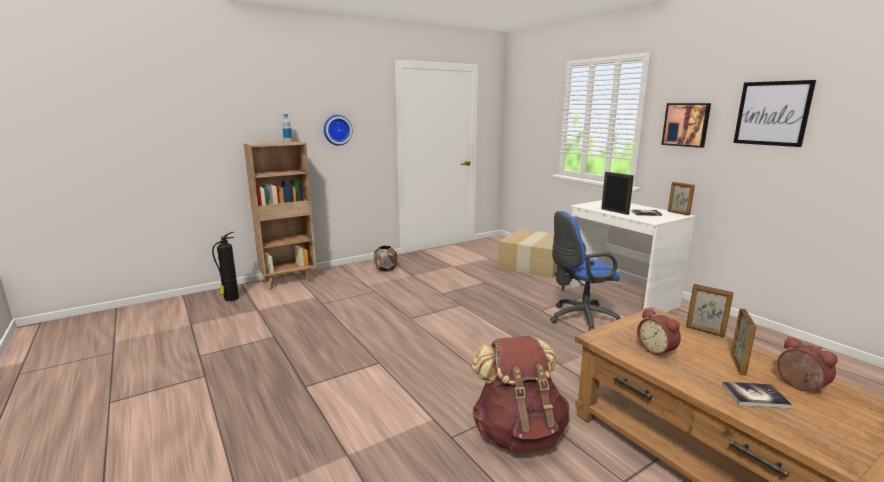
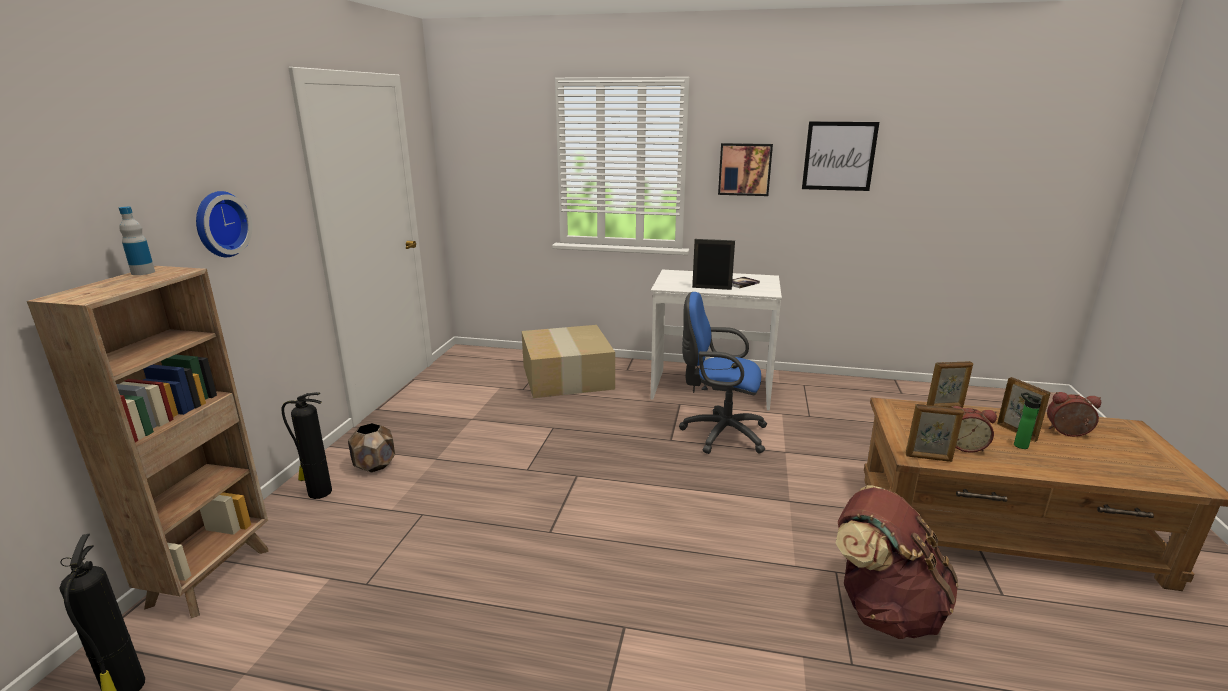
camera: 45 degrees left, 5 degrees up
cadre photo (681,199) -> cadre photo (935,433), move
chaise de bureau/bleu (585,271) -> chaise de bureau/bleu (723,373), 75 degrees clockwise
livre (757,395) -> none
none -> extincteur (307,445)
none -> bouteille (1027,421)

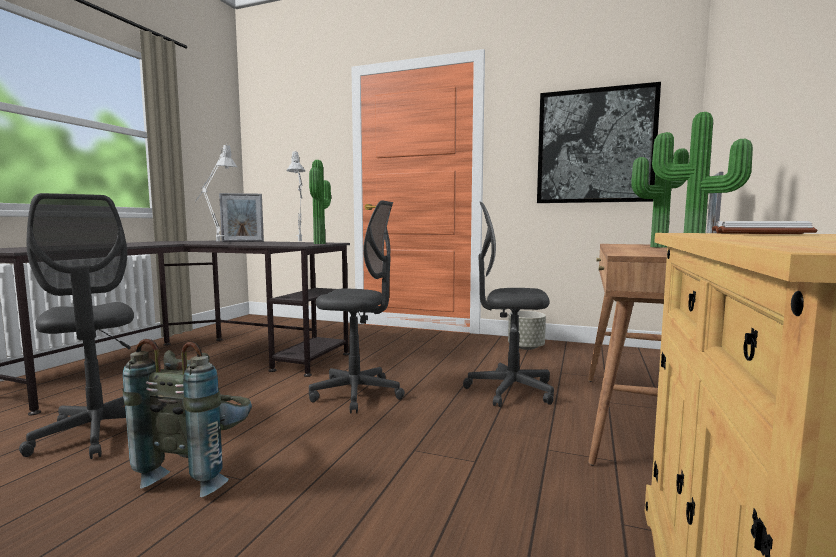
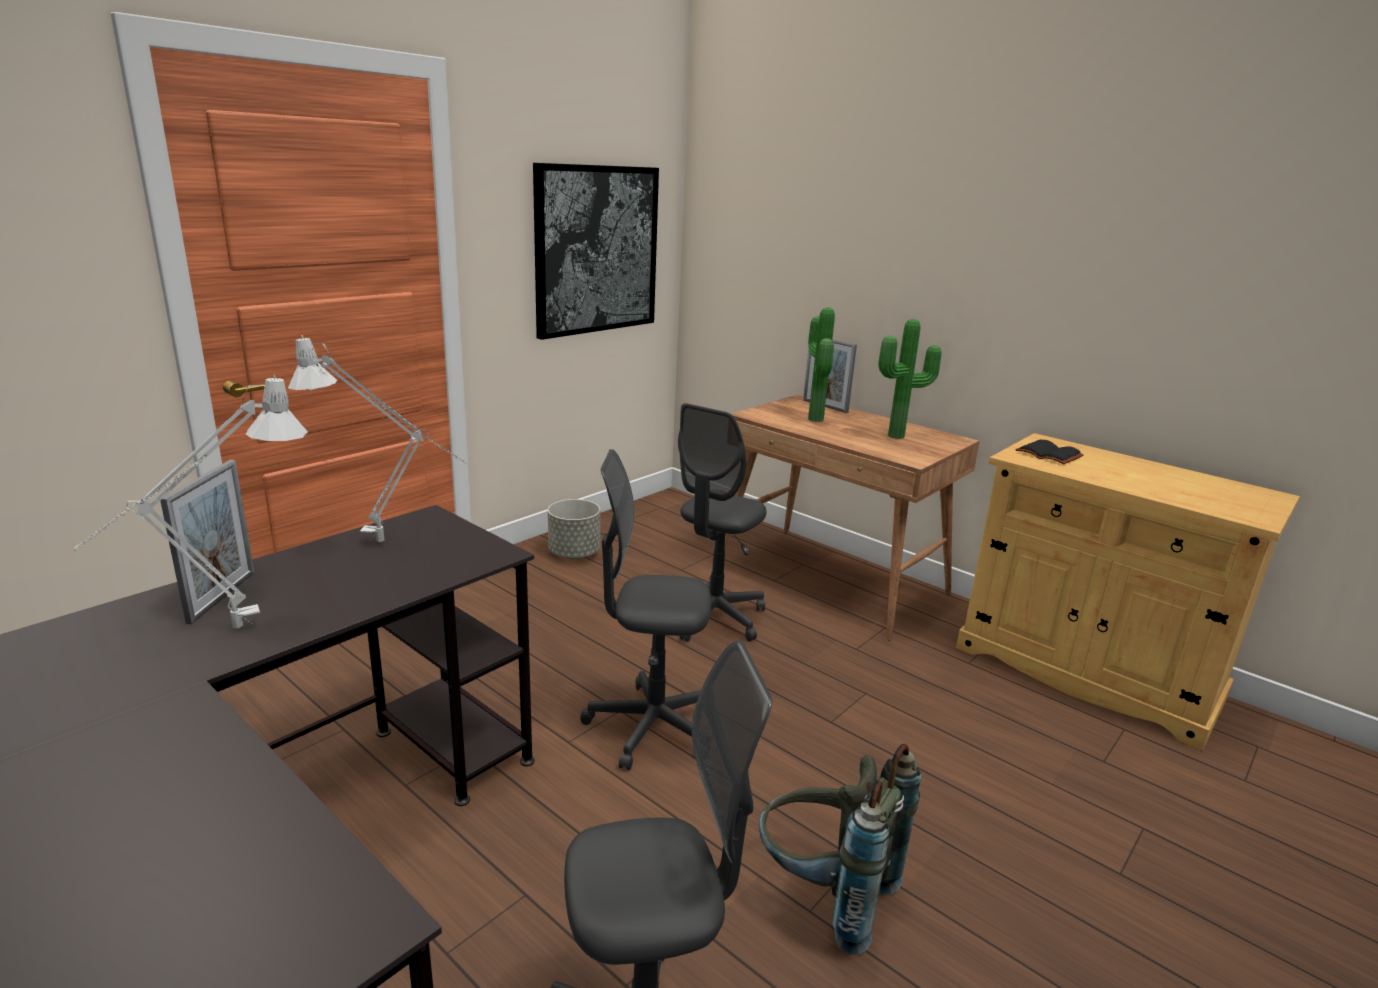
camera: 70 degrees left, 15 degrees up
plante en pot (320,202) -> none
chaise de bureau/gris (357,307) -> chaise de bureau/gris (645,610), 120 degrees counterclockwise
livre/blanc (765,227) -> livre/noir (1049,452)

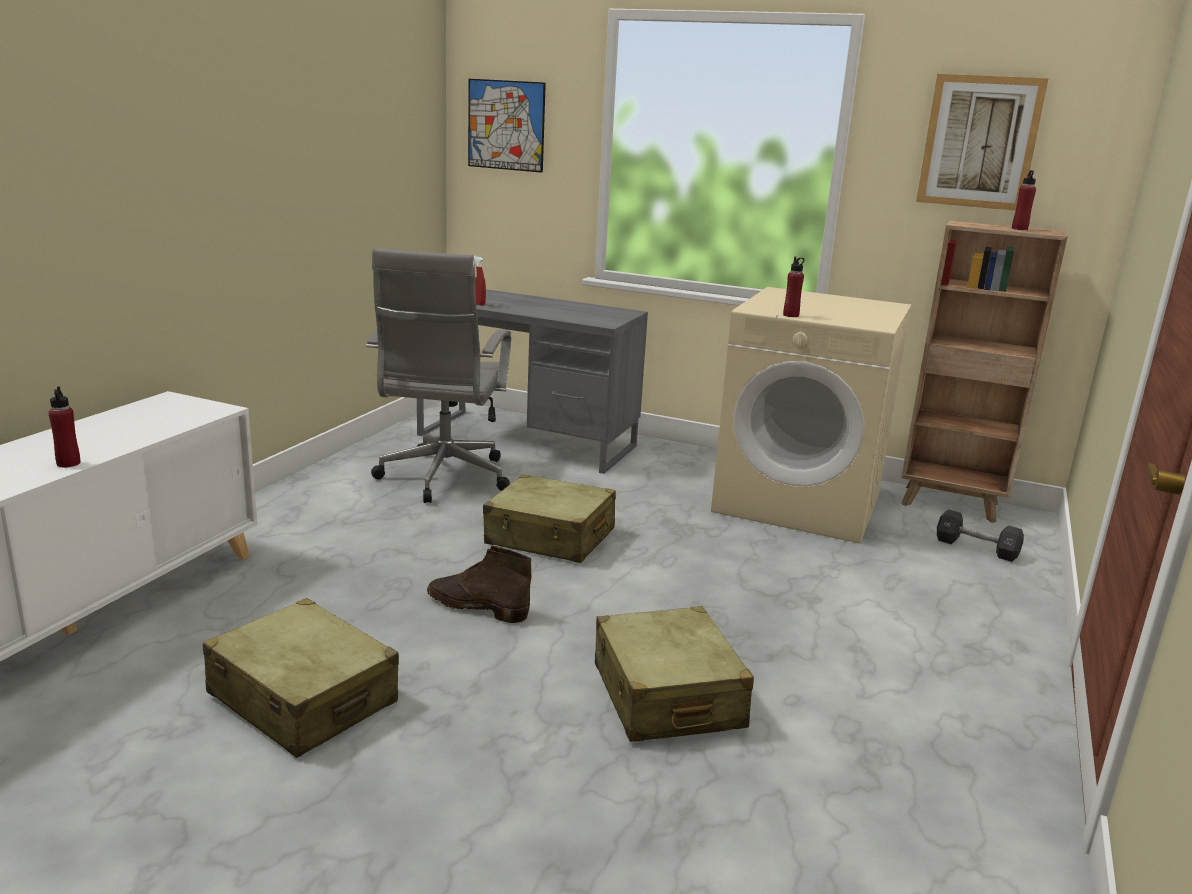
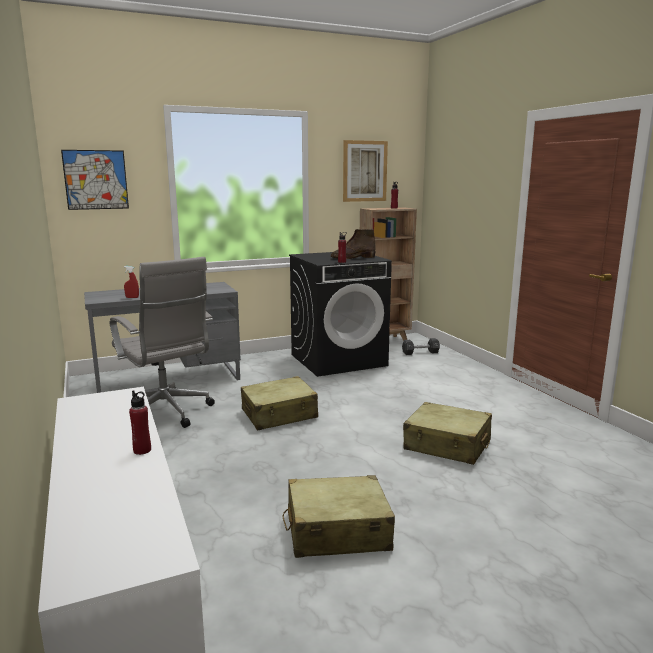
camera: 45 degrees left, 5 degrees down
lave-linge/beige (811,415) -> lave-linge/noir (340,314)
botte/marron (479,584) -> botte/marron (353,244), move

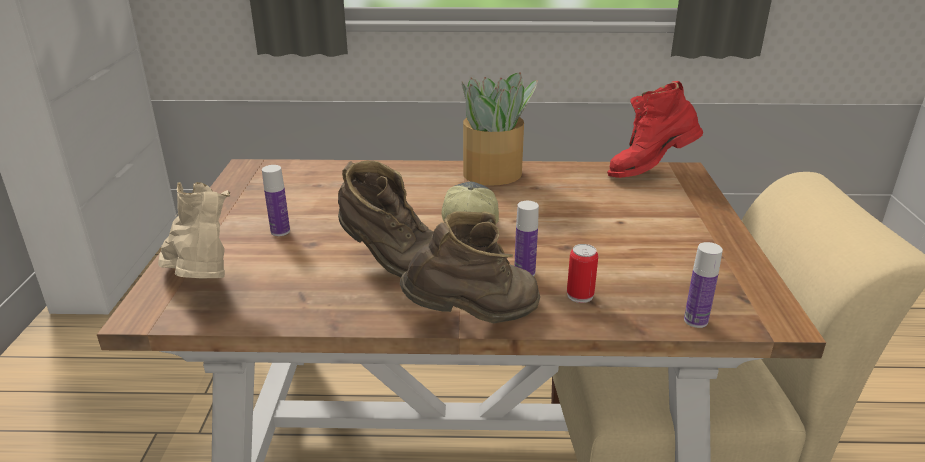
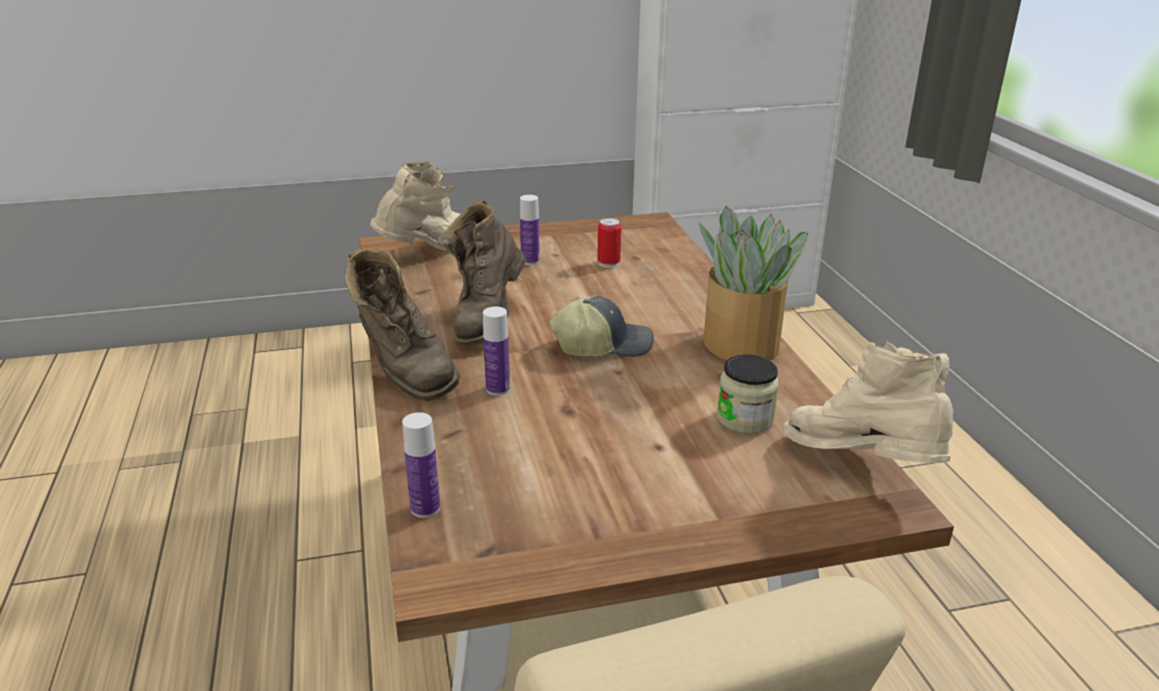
camera: 75 degrees right, 0 degrees up
botte/rouge (655,129) -> botte/beige (867,401)
boîte métallique (582,273) -> boîte métallique (609,243), move
none -> bocal (748,394)

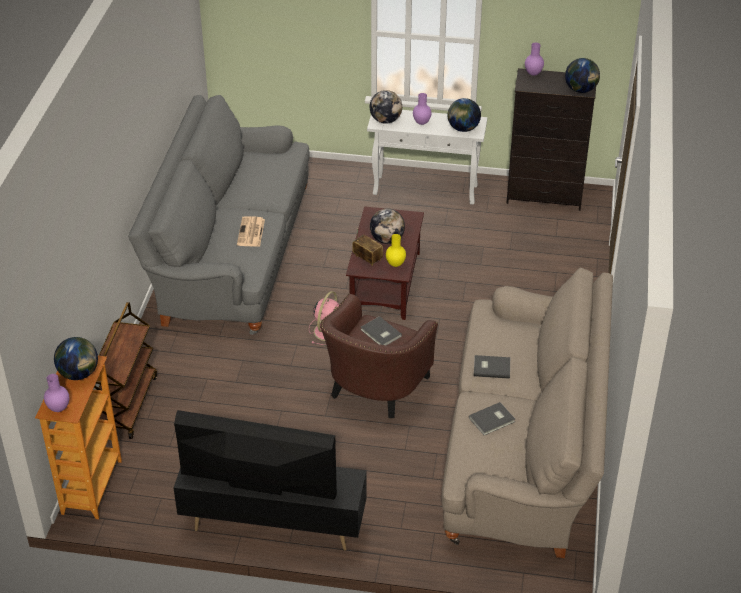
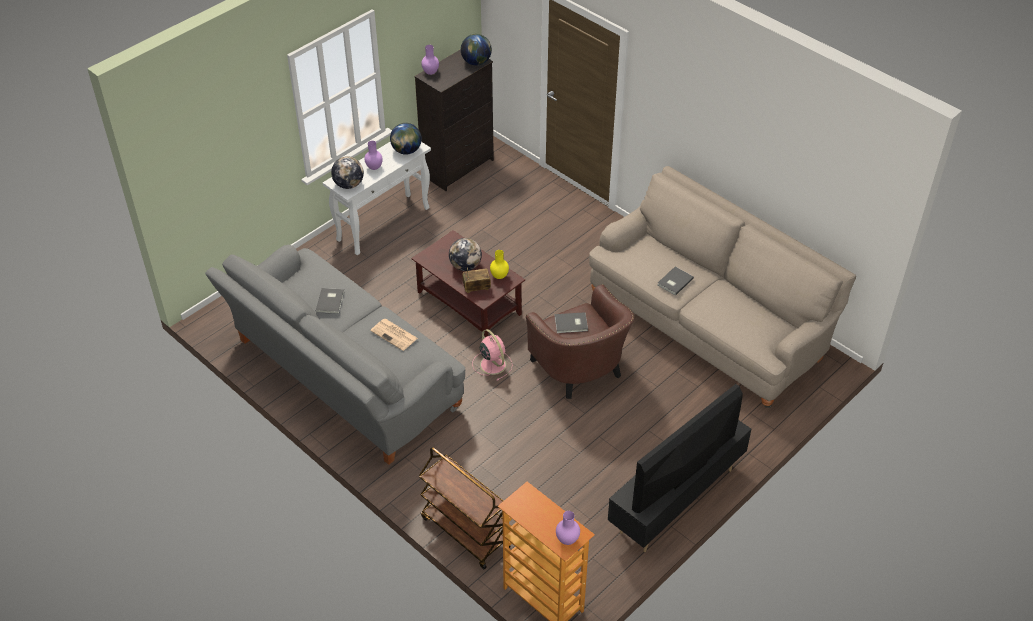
camera: 55 degrees left, 5 degrees up
globe (76,358) -> none
livre/gris (492,418) -> livre/gris (330,301), move

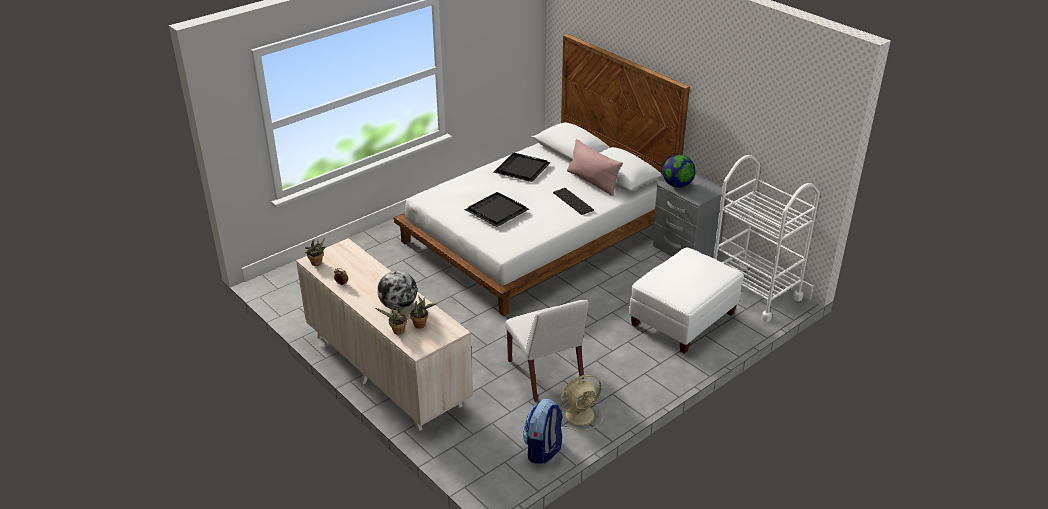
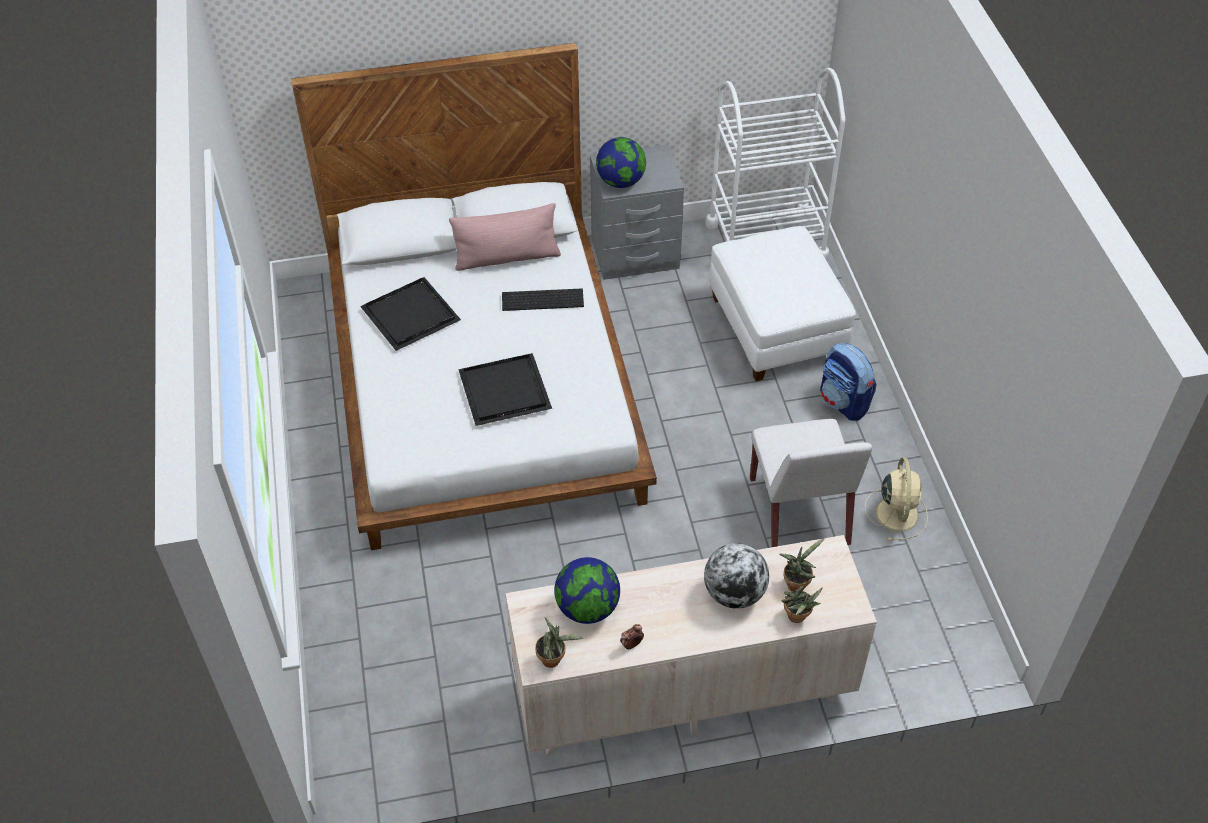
camera: 60 degrees left, 15 degrees up
chaise/blanc (547,351) -> chaise/blanc (811,483), 75 degrees clockwise
sac à dos (543,431) -> sac à dos (848,382), move
none -> globe (587,590)

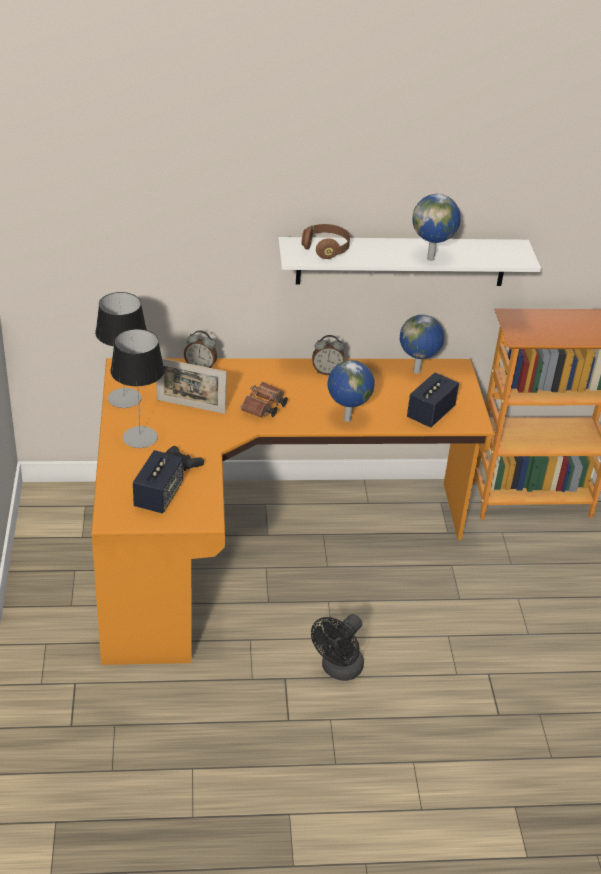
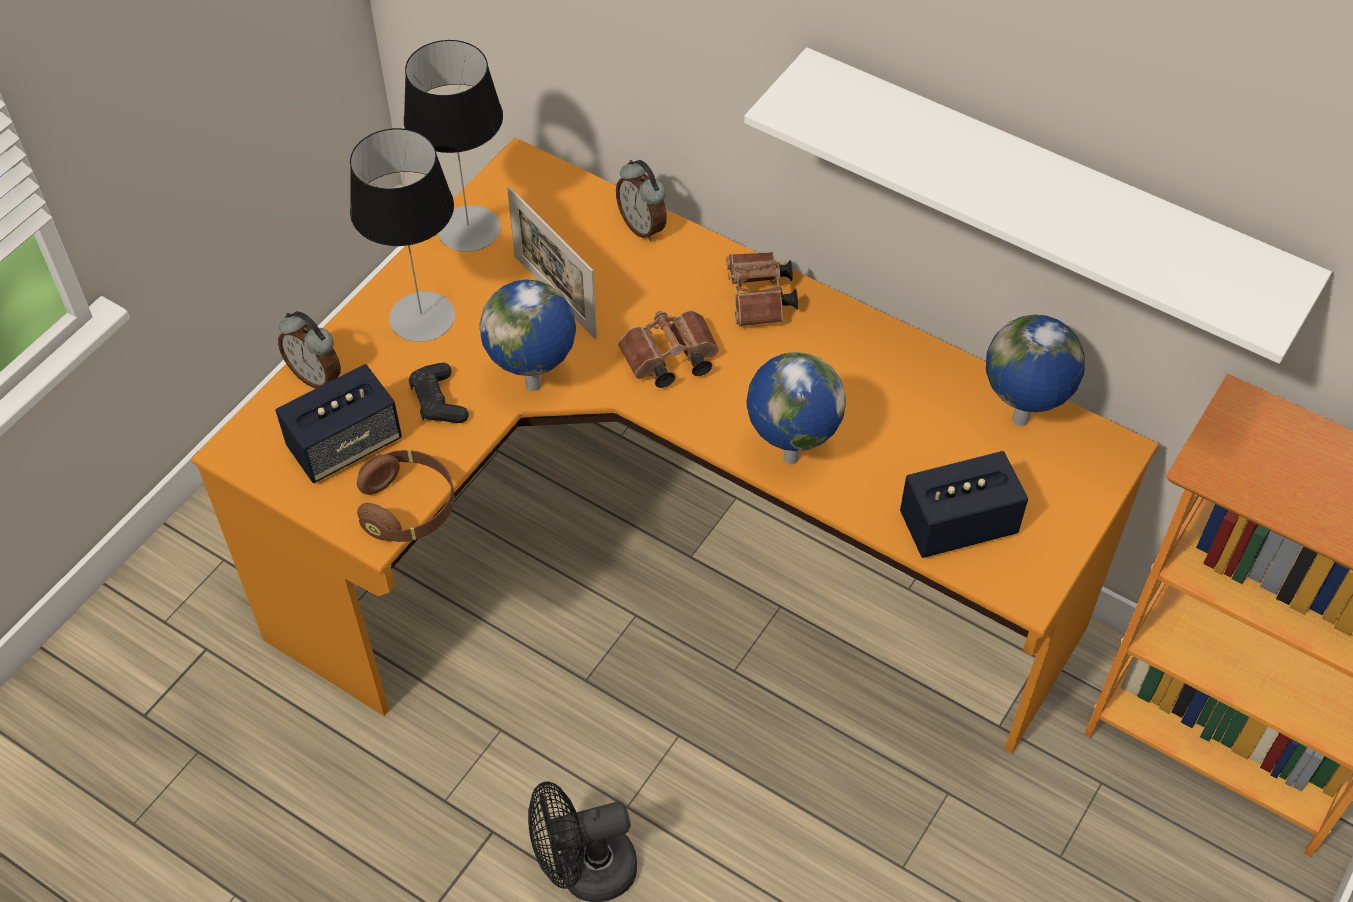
camera: 40 degrees right, 15 degrees up
globe (436,227) -> globe (527,335), move
casque audio/marron (326,241) -> casque audio/marron (405,496), move
réveil (328,355) -> réveil (309,350), move
none -> jumelles/marron (762,289)

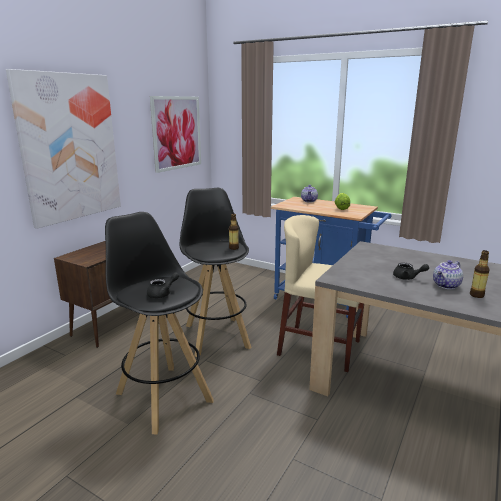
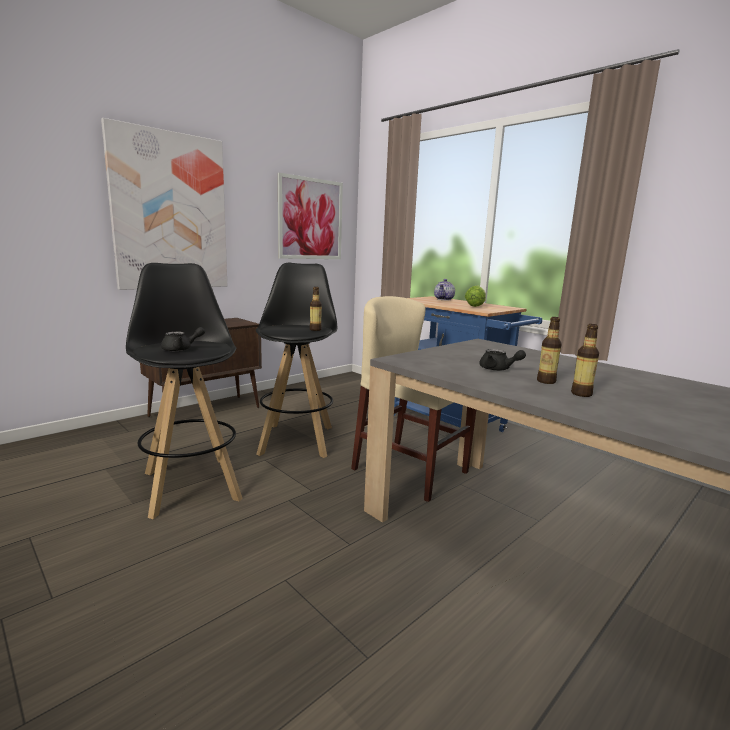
camera: 15 degrees right, 5 degrees down
théière (448,274) -> bouteille (549,350)

